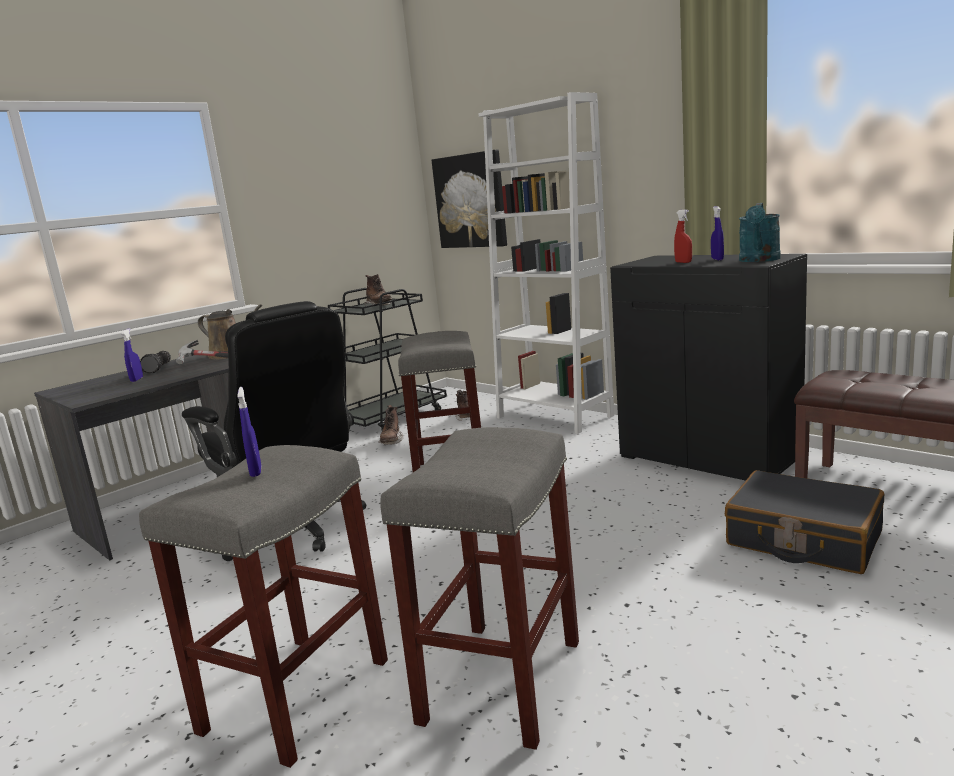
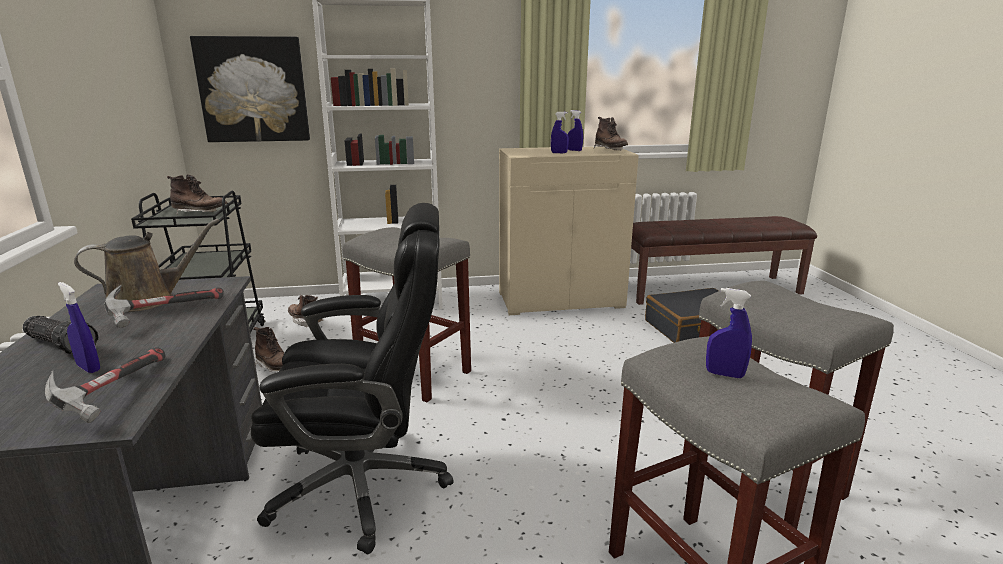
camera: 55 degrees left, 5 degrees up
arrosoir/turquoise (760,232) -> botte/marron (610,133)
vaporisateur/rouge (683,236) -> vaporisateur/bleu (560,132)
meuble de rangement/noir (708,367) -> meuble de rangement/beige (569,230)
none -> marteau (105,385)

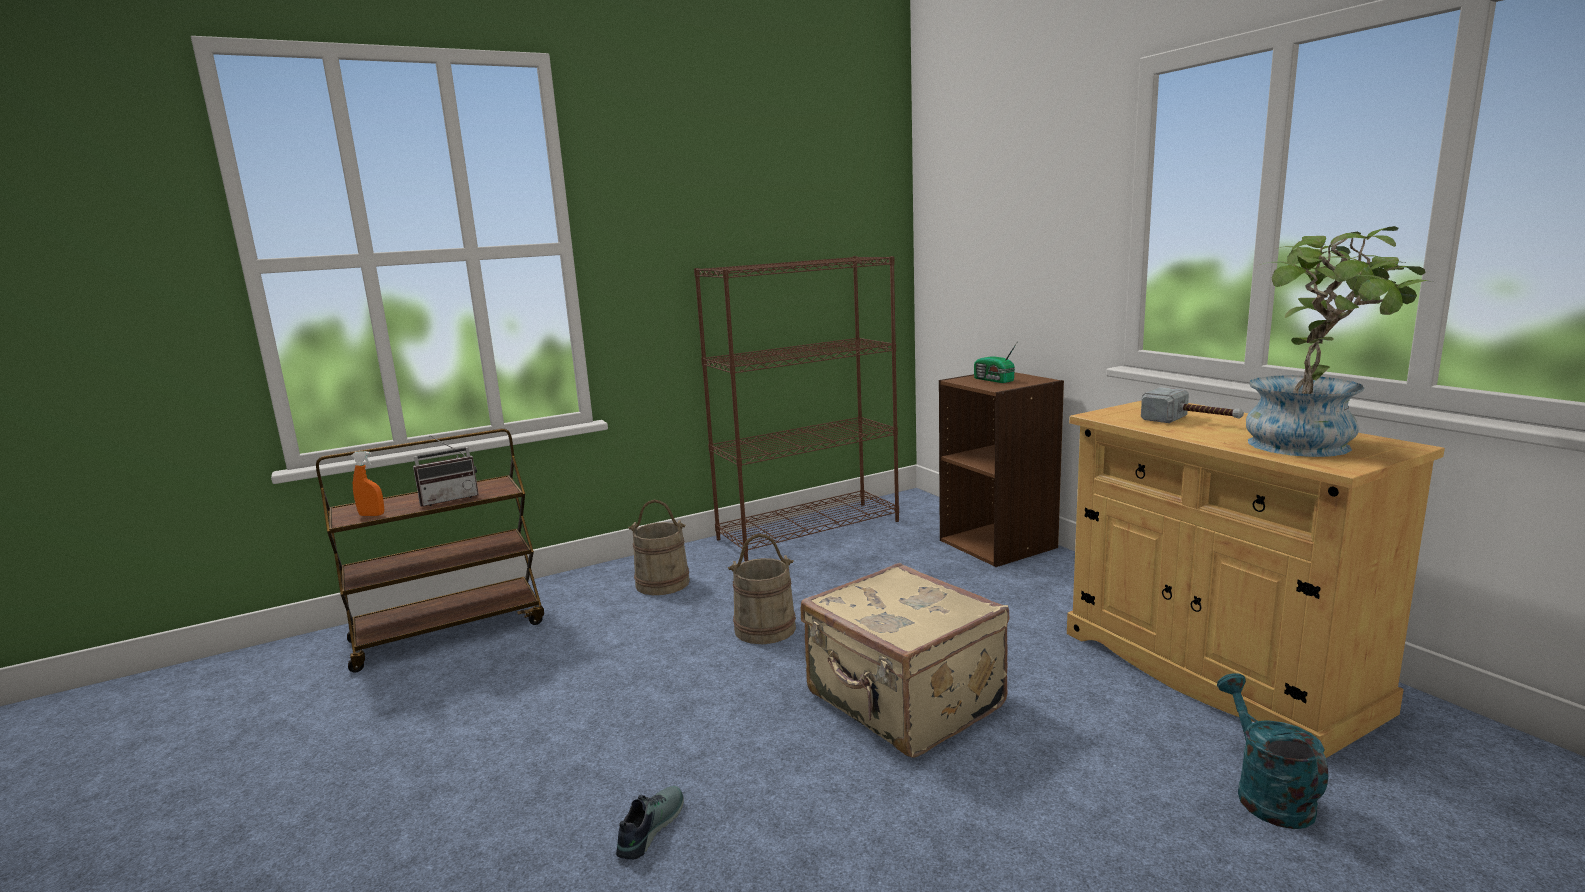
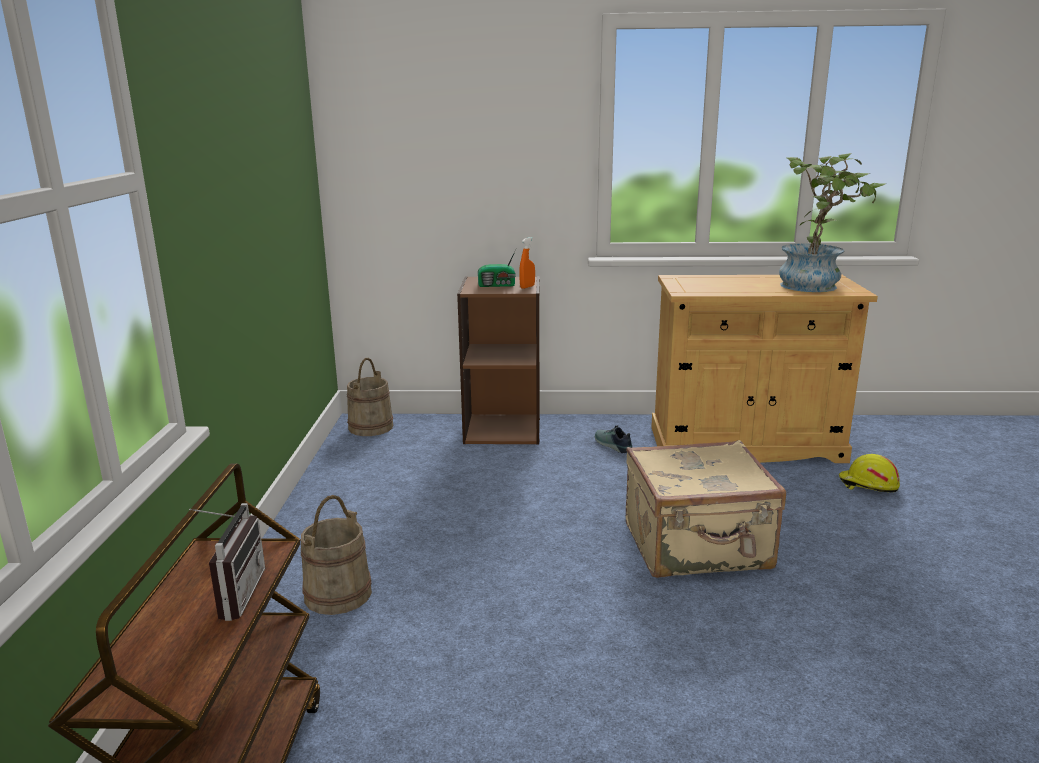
camera: 60 degrees left, 5 degrees up
bibliothèque/marron (796,408) -> none
marteau (1192,405) -> none
vaporisateur/orange (367,483) -> vaporisateur/orange (527,263), move
seau/beige (762,589) -> seau/beige (370,397), move
arrosoir/turquoise (1272,751) -> casque de chantier/jaune (869,473)
chaussure (650,823) -> chaussure (614,439), move

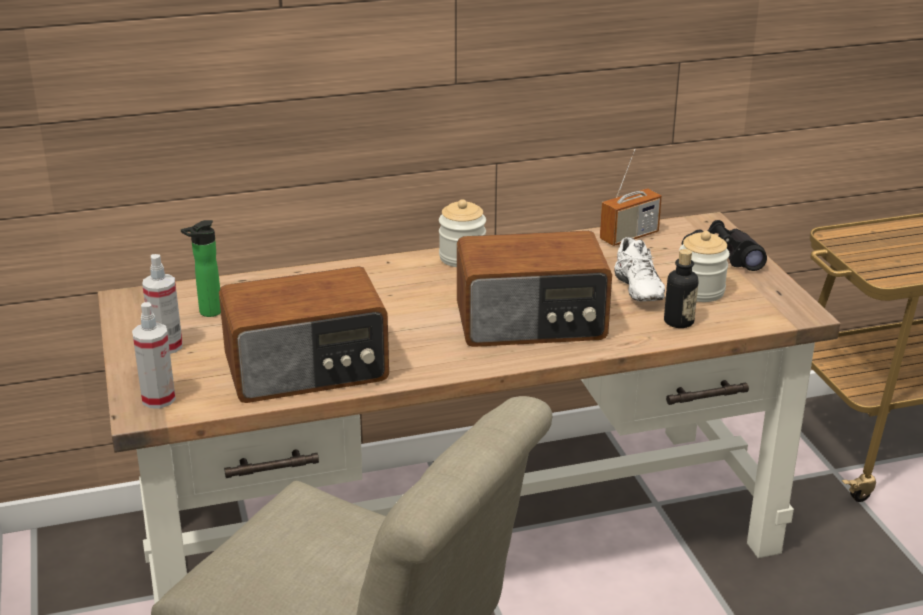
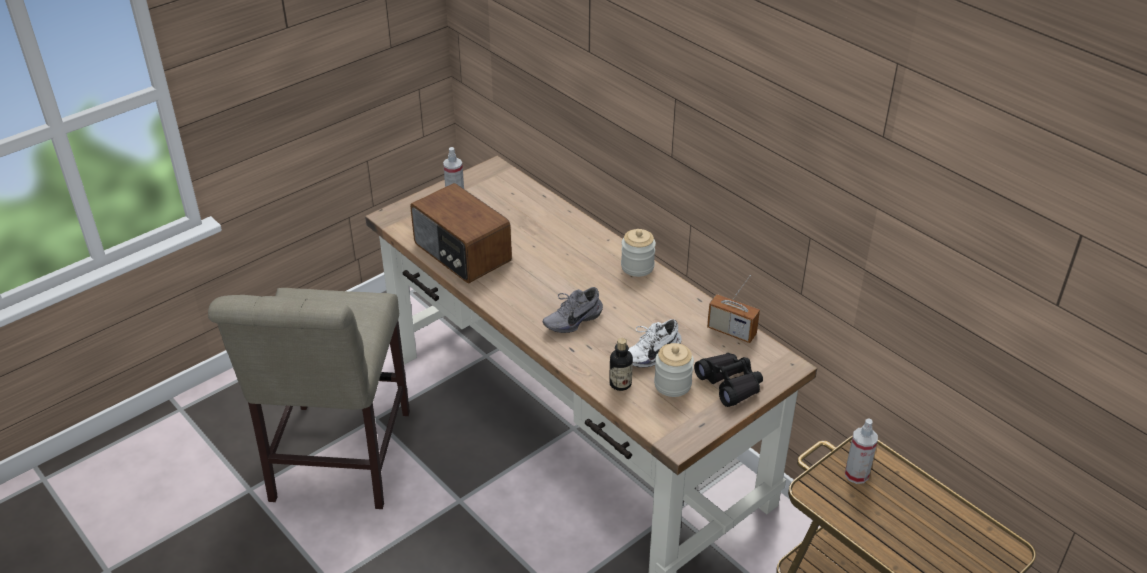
camera: 65 degrees right, 10 degrees up
bouteille (201,268) -> none
radio (534,289) -> chaussure/gris (573,310)
vaporisateur (154,355) -> vaporisateur (861,451), move

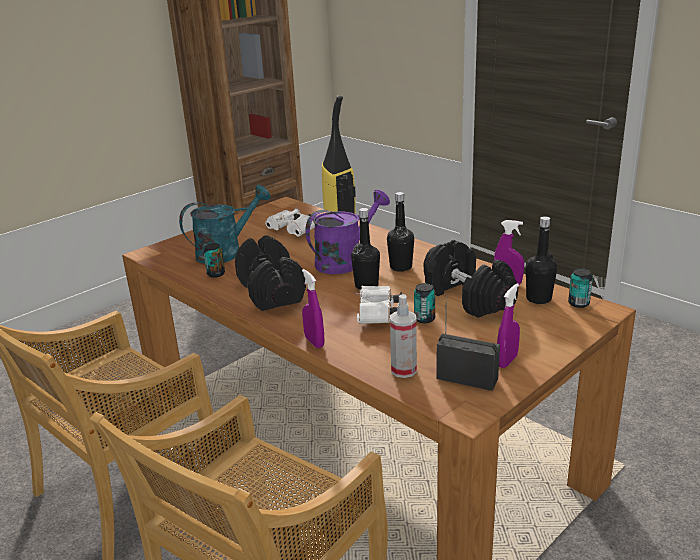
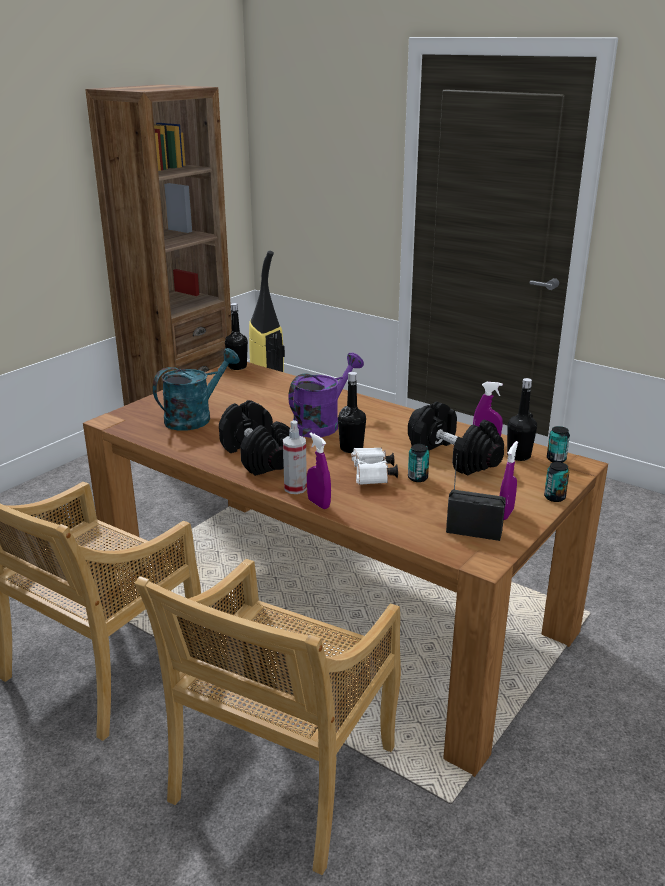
camera: 10 degrees left, 0 degrees up
bouteille/noir (400,232) -> bouteille/noir (236,336), move
jumelles/blanc (290,221) -> none
boîte métallique (214,260) -> boîte métallique (556,482), move
vaporisateur (403,336) -> vaporisateur (295,457), move

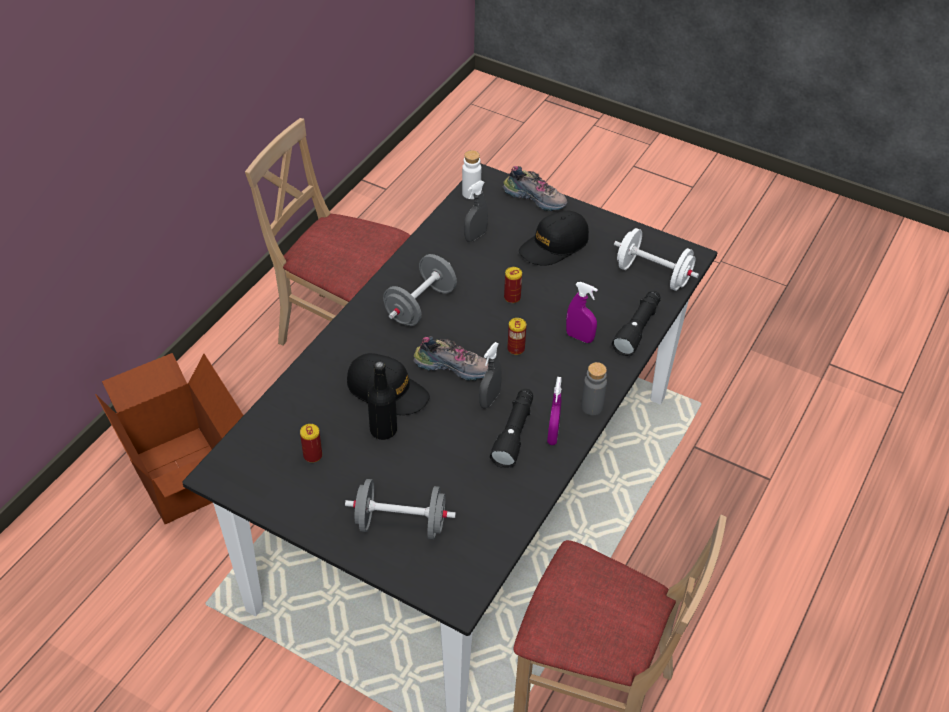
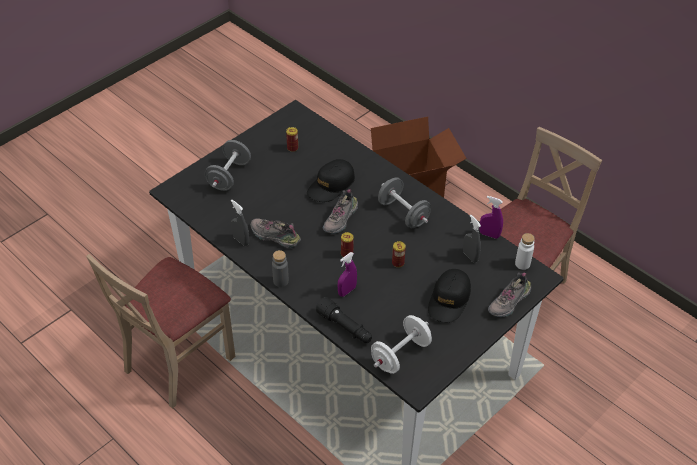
camera: 105 degrees right, 0 degrees up
casquette/noir (554,238) -> casquette/noir (449,296), 135 degrees counterclockwise
vaporisateur/gris (490,375) -> vaporisateur/gris (240,223), move
bouteille/noir (382,400) -> none
vaporisateur/violet (554,411) -> vaporisateur/violet (491,217), move
lampe de poche/noir (512,428) -> chaussure (276,233)

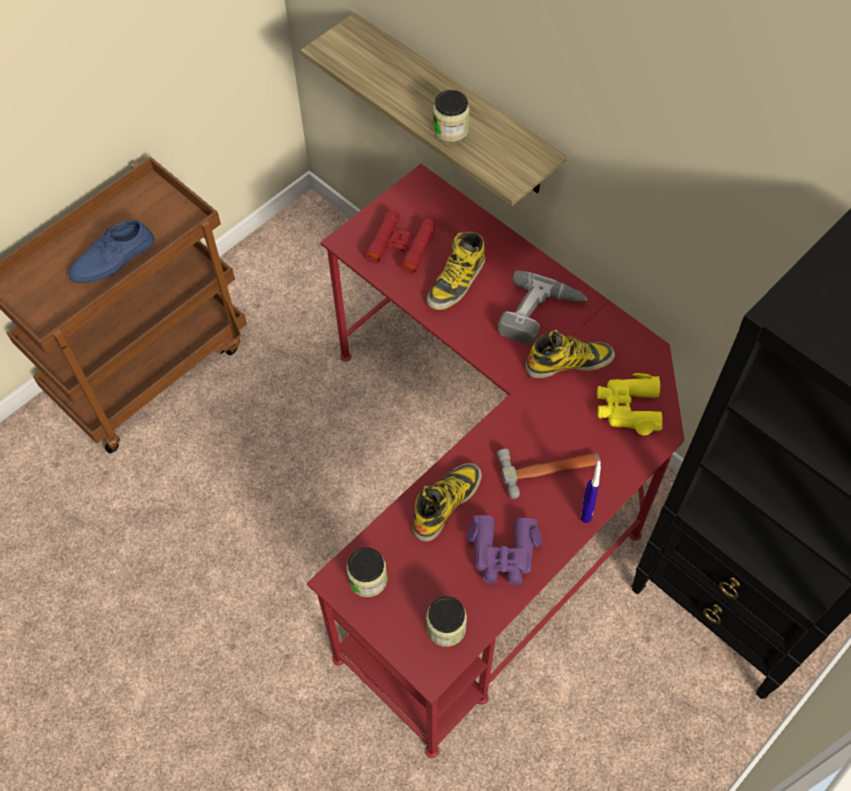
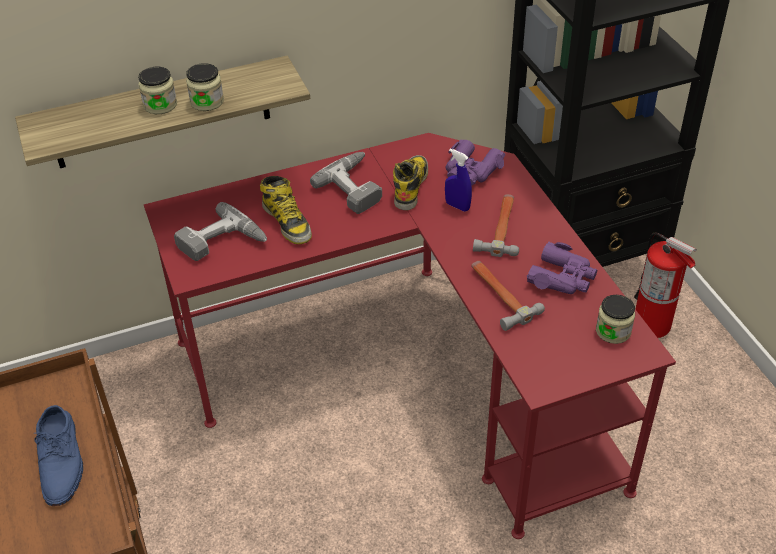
camera: 65 degrees left, 15 degrees down
jumelles/rouge (399,241) -> perceuse (220,231)
jumelles/jaune (630,404) -> jumelles/violet (475,163)
vaporisateur/bleu (591,492) -> vaporisateur/bleu (458,180), move
botte (447,502) -> marteau (508,296)
bocal (367,572) -> bocal (157,90), move
none -> extincteur (665,285)

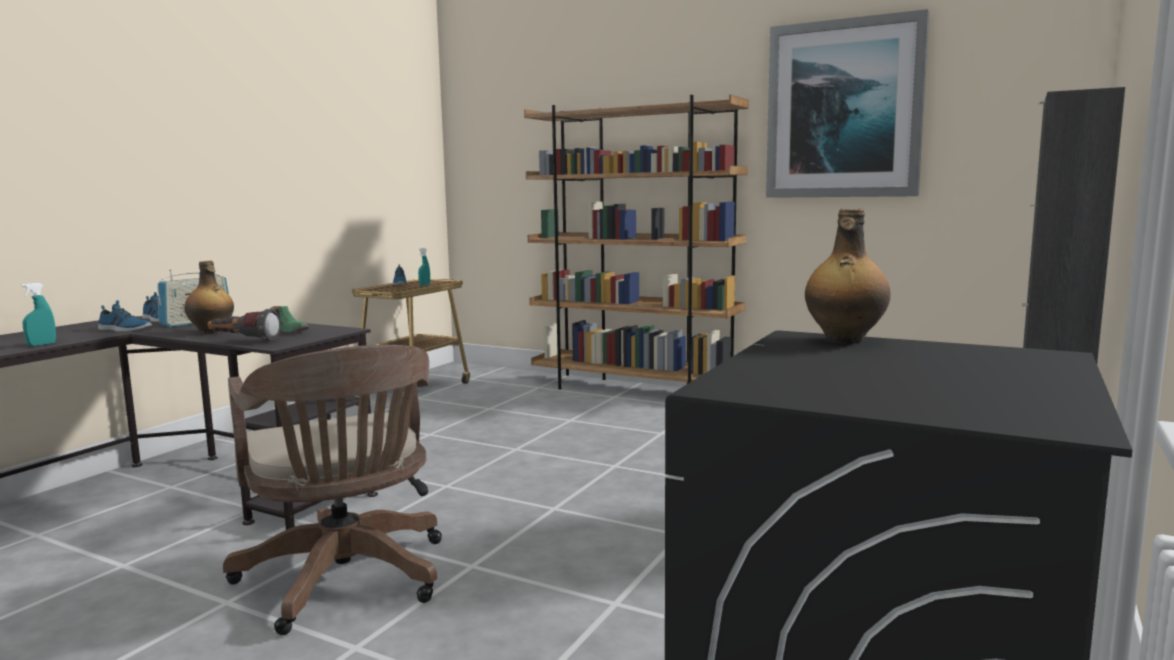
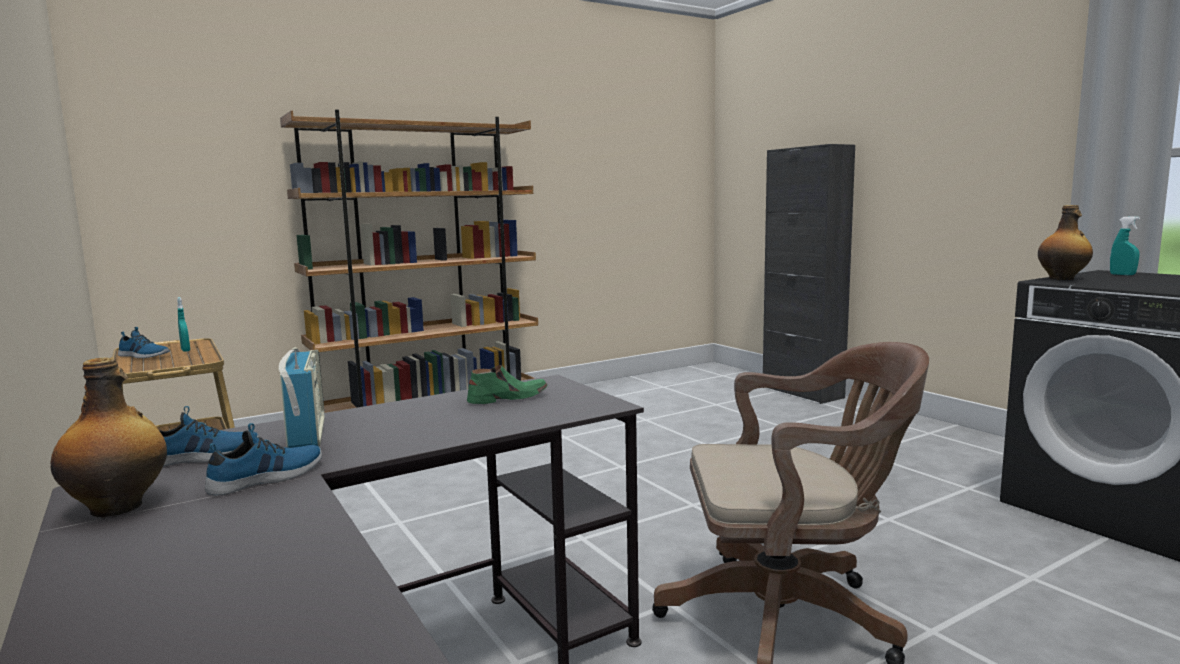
camera: 60 degrees left, 0 degrees up
tableau (847,103) -> none
bouteille (209,297) -> bouteille (108,437), move
vaporisateur/turquoise (38,314) -> vaporisateur/turquoise (1125,245), move
lampe de poche (243,325) -> none

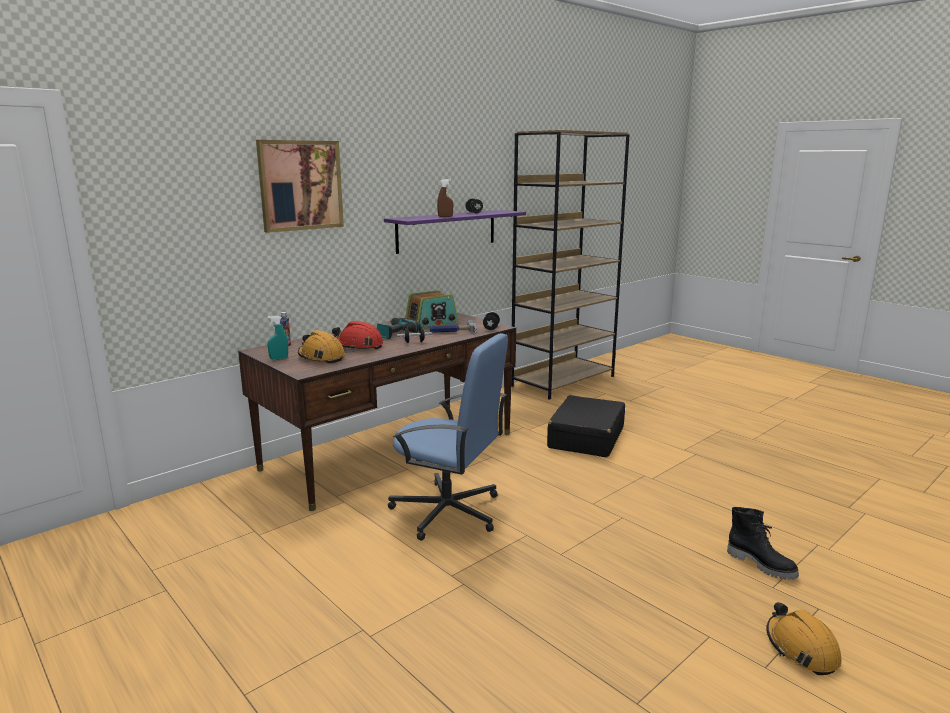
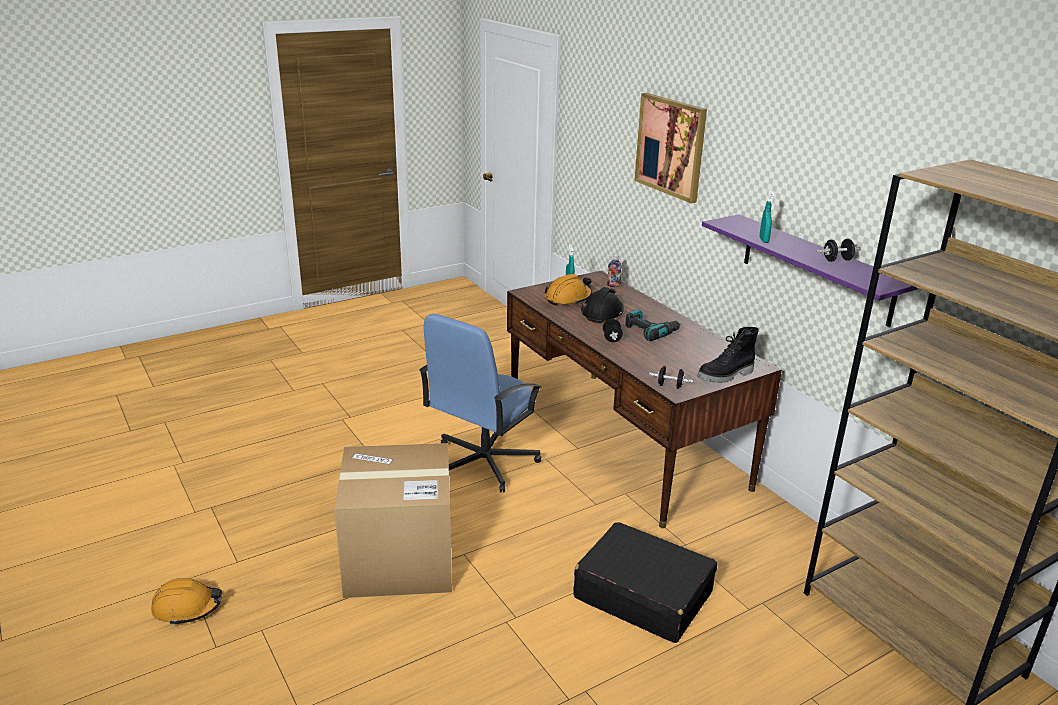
camera: 100 degrees right, 10 degrees up
vaporisateur/marron (445,198) -> vaporisateur/turquoise (766,216)
radio (431,309) -> none
marteau (453,327) -> none
casque de chantier/rouge (357,335) -> casque de chantier/noir (602,305)
botte/noir (763,543) -> botte/noir (728,355), move
none -> carton (393,520)

